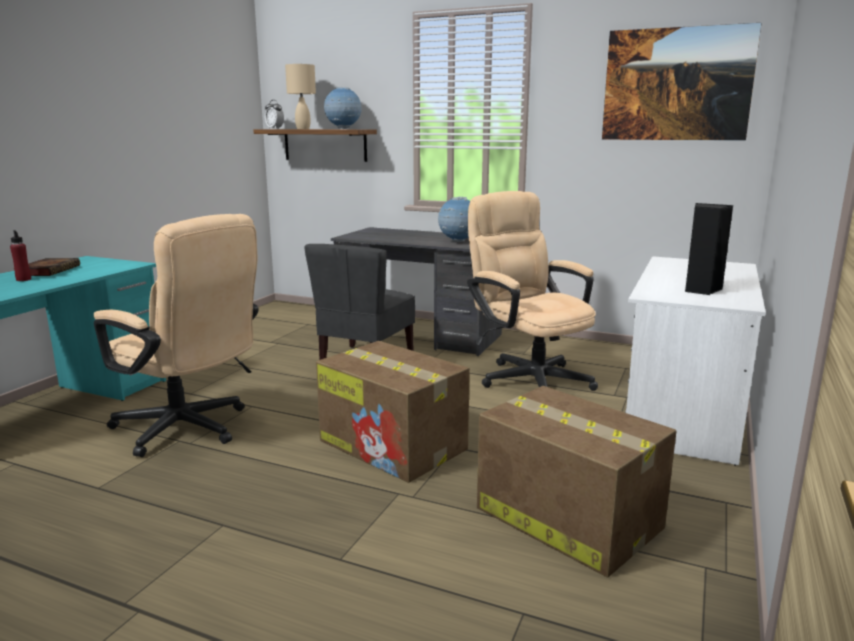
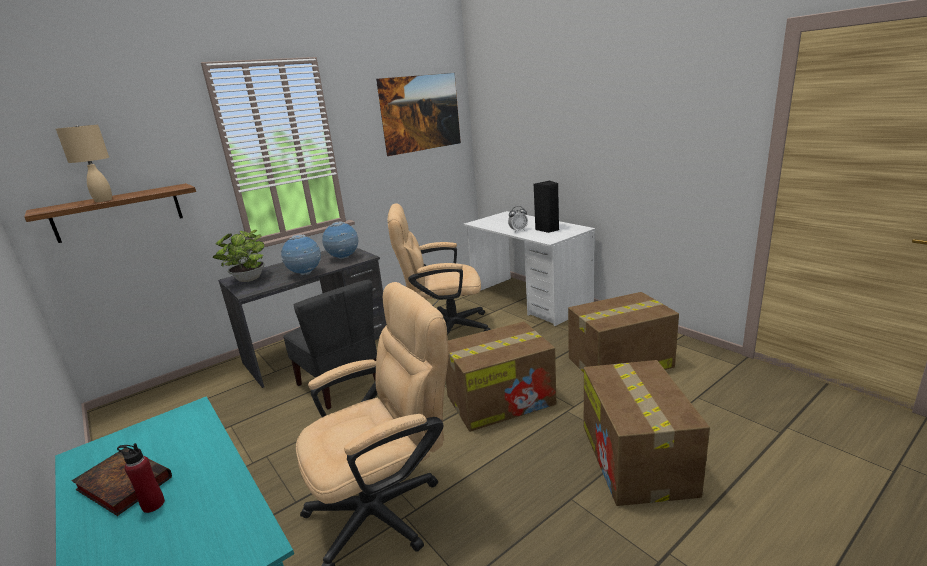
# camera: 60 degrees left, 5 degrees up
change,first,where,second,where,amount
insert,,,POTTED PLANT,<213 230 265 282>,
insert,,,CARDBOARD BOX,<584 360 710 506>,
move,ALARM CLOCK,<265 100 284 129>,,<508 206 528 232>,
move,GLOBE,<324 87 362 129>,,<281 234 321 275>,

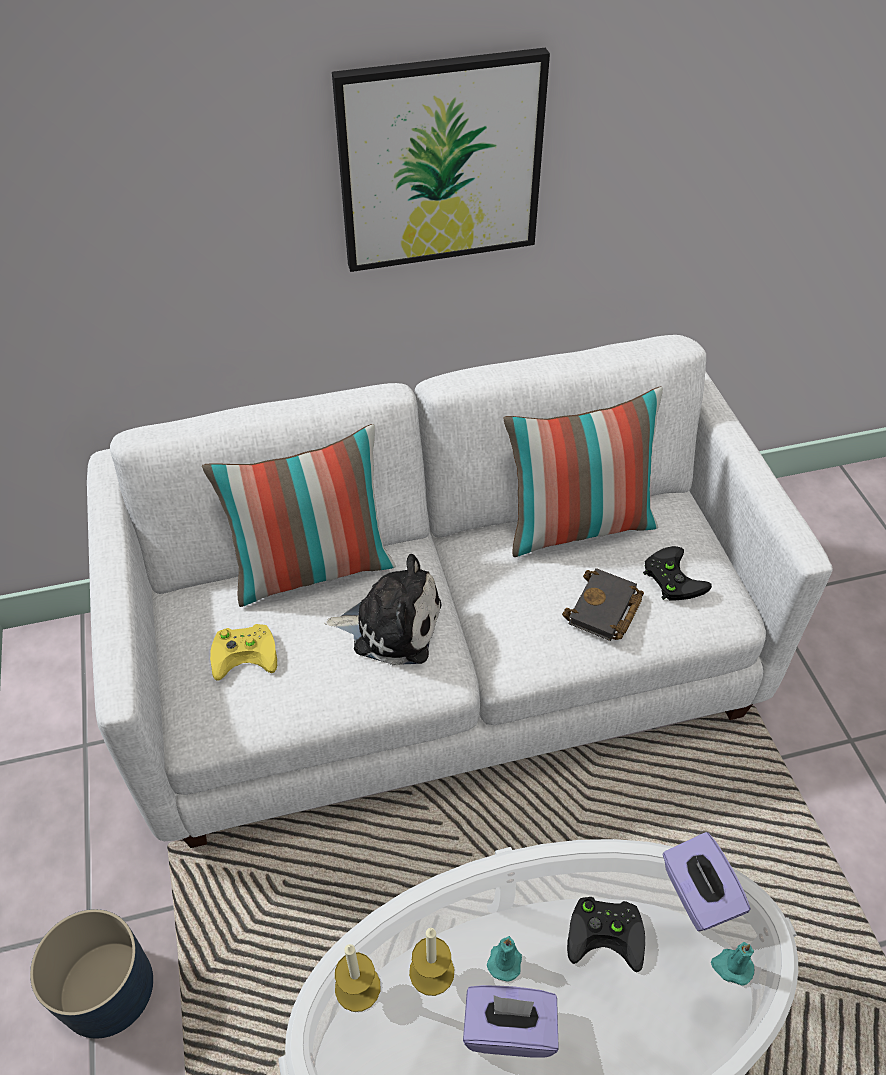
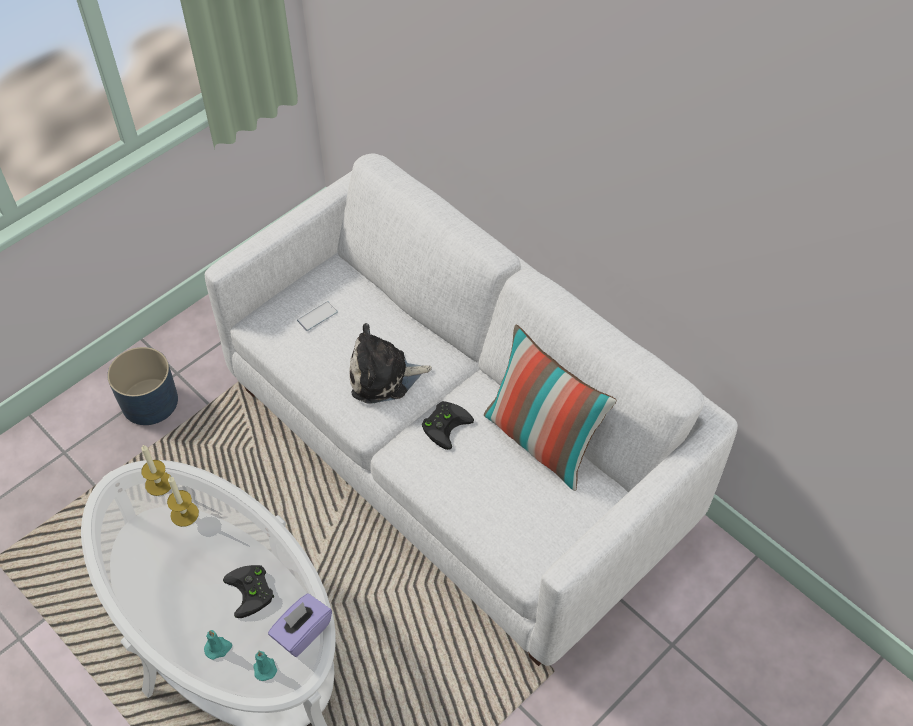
# camera: 60 degrees right, 5 degrees up
change,first,where,second,where,amount
delete,PILLOW,<202 424 396 607>,,,
delete,PICTURE,<332 48 550 272>,,,
delete,PURPLE TISSUE BOX,<463 985 559 1058>,,,
delete,BLACK BOOK,<562 568 644 641>,,,
move,TURQUOISE CANDLE,<487 936 522 982>,,<204 630 232 660>,
move,BLACK GAME CONTROLLER,<643 546 712 601>,,<422 401 474 450>,
replace,YELLOW GAME CONTROLLER,<210 624 277 681>,PHONE,<297 301 337 331>,
rotate,PLUSH TOY,<324 554 442 665>,,<349 323 432 404>,105 degrees clockwise

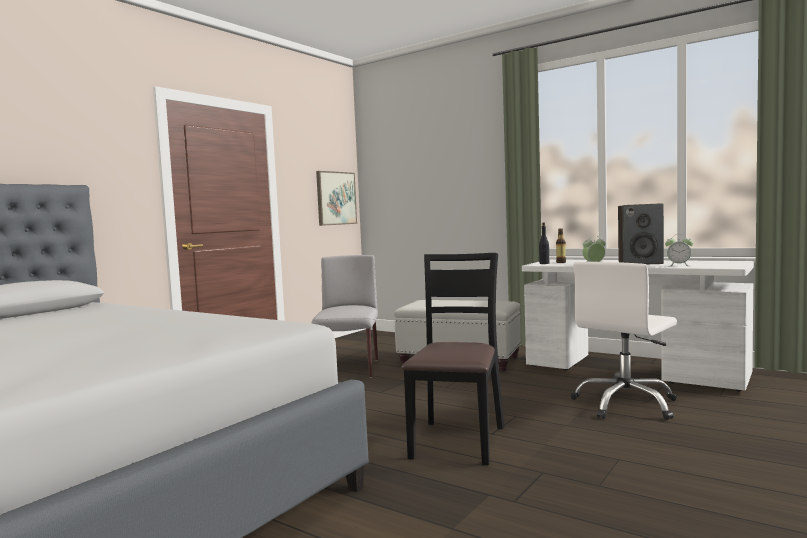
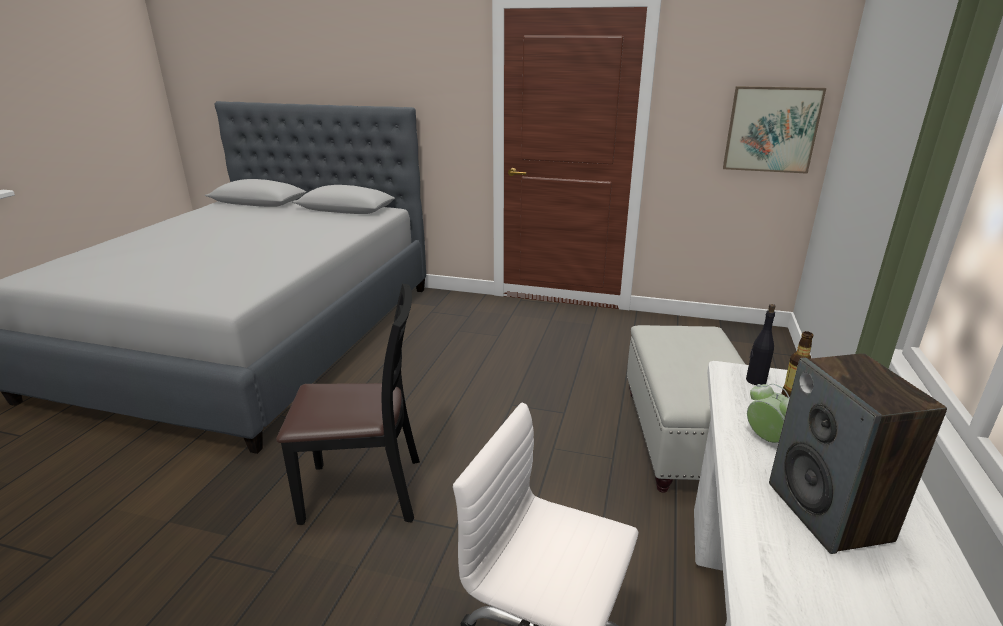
# camera: 70 degrees right, 20 degrees up
change,first,where,second,where,amount
delete,GREY CHAIR,<311 255 378 378>,,,
delete,ALARM CLOCK,<665 234 693 266>,,,

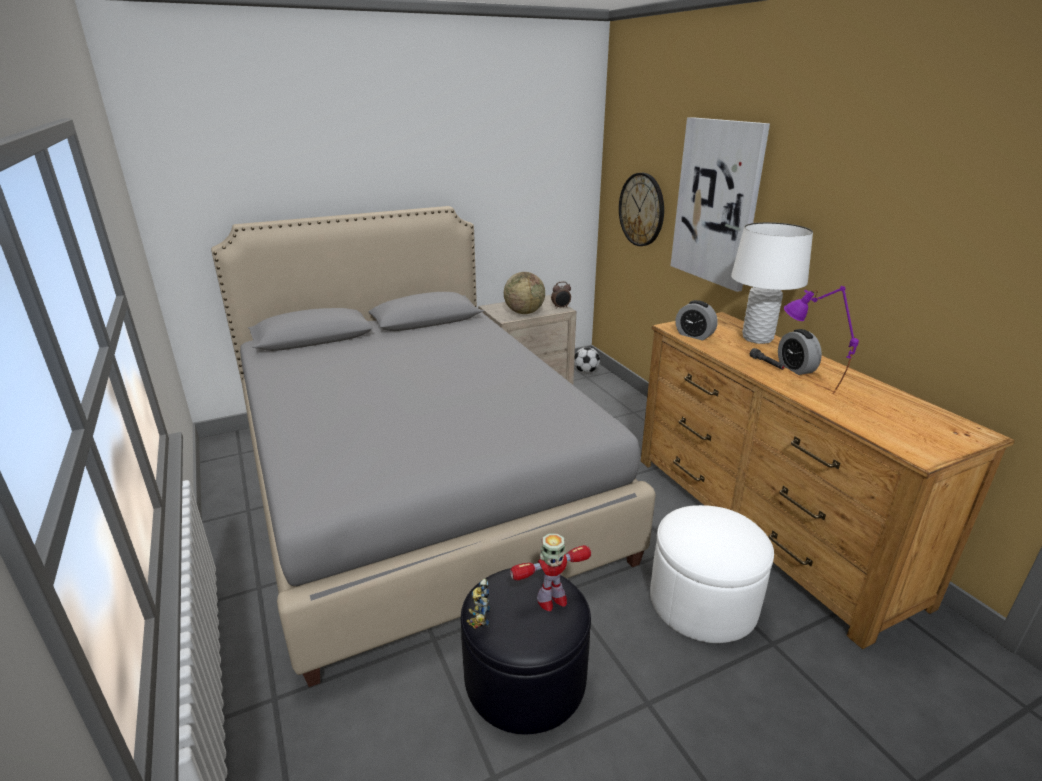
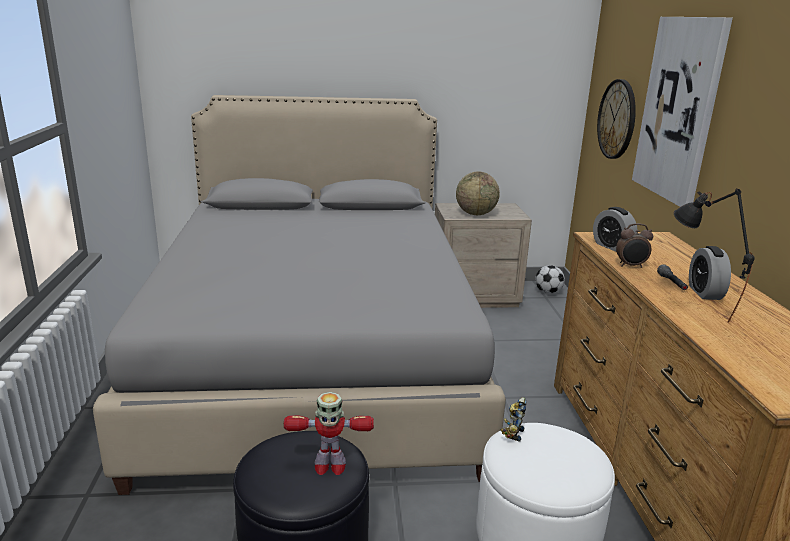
# camera: 20 degrees right, 5 degrees down
change,first,where,second,where,amount
delete,WHITE TABLE LAMP,<731 222 813 344>,,,
move,TOY ROBOT,<467 578 490 629>,,<501 397 527 442>,
move,ALARM CLOCK,<551 281 571 309>,,<616 223 653 268>,
recolor,PURPLE TABLE LAMP,<784 286 859 394>,BLACK TABLE LAMP,<674 188 755 323>,

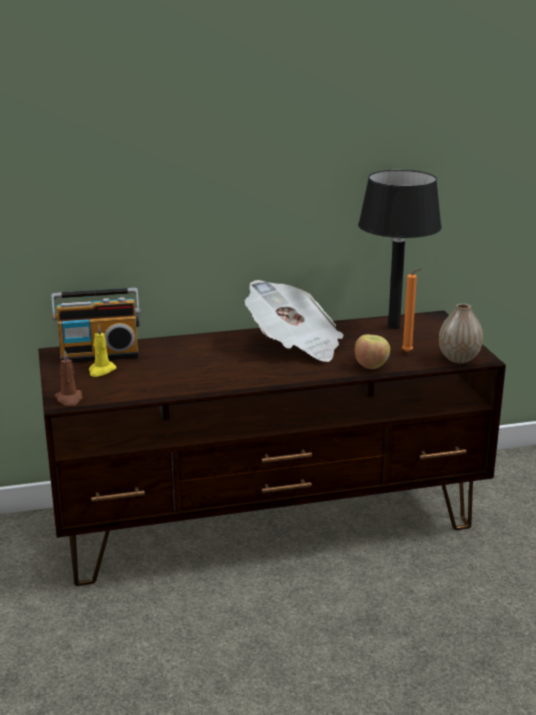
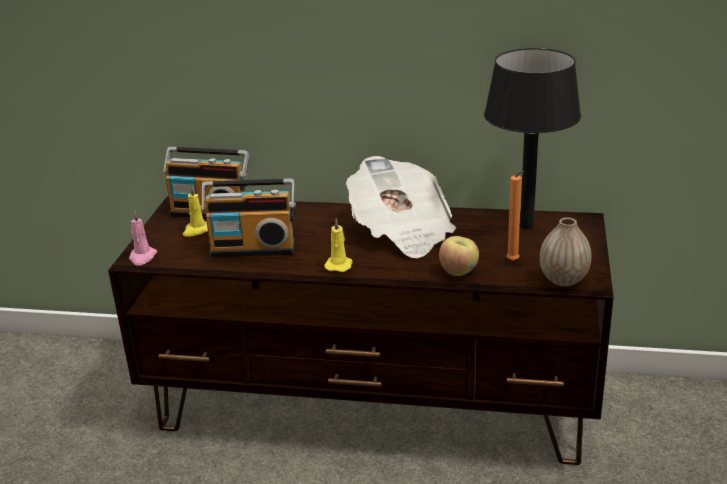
# camera: 25 degrees right, 5 degrees up
change,first,where,second,where,amount
insert,,,RADIO,<201 178 296 257>,
insert,,,YELLOW CANDLE,<324 218 353 272>,
recolor,BROWN CANDLE,<55 351 83 406>,PINK CANDLE,<129 210 157 265>,

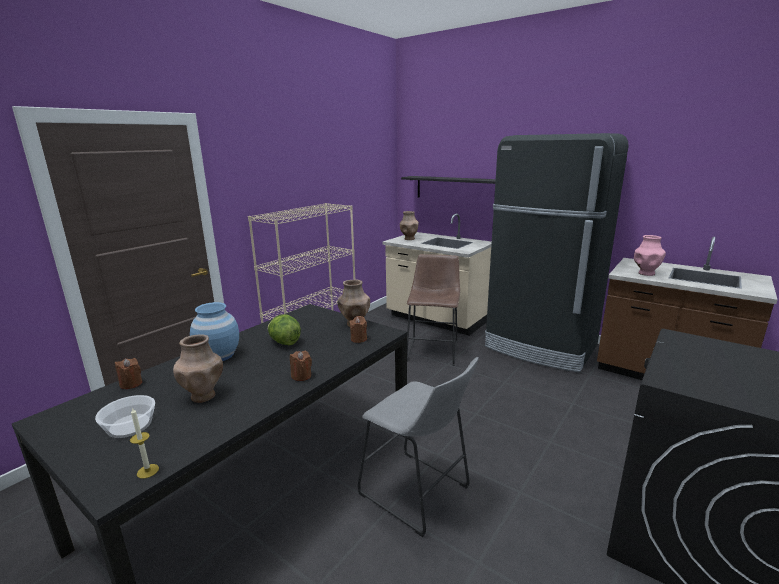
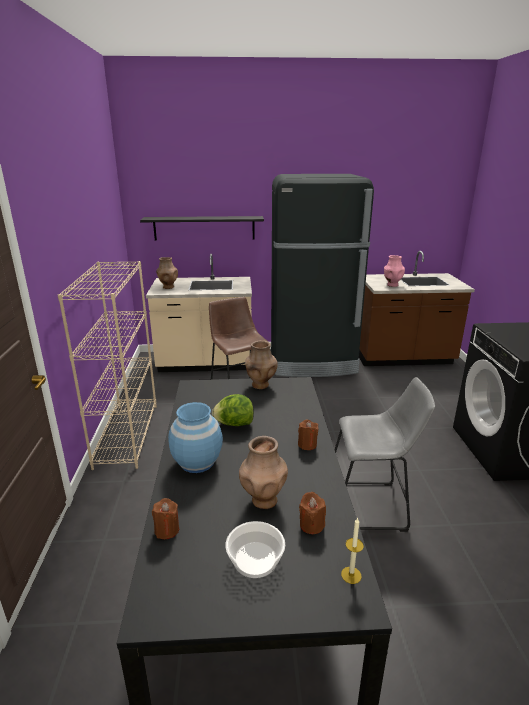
# camera: 40 degrees left, 5 degrees up
change,first,where,second,where,amount
move,BROWN CANDLE,<350 316 367 343>,,<299 492 326 534>,

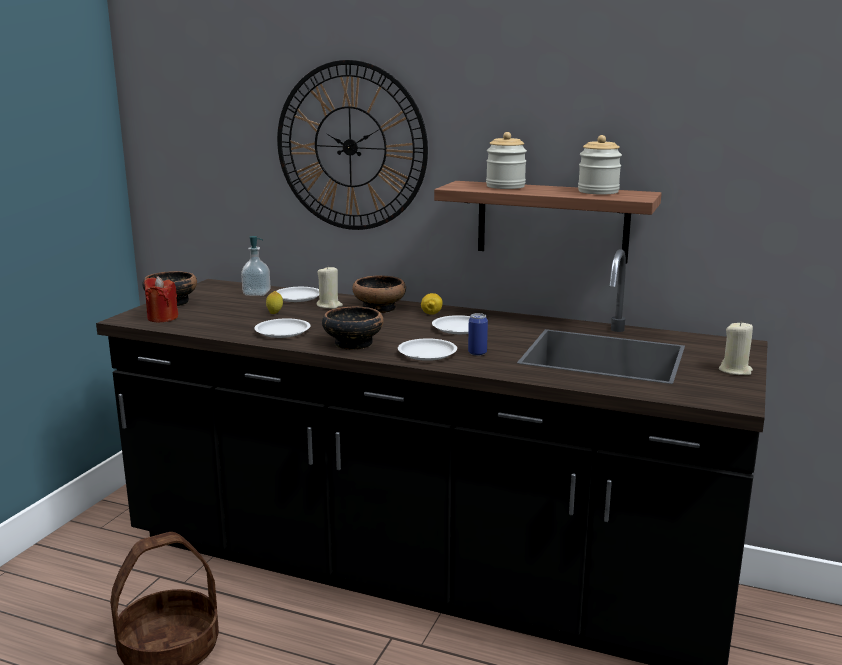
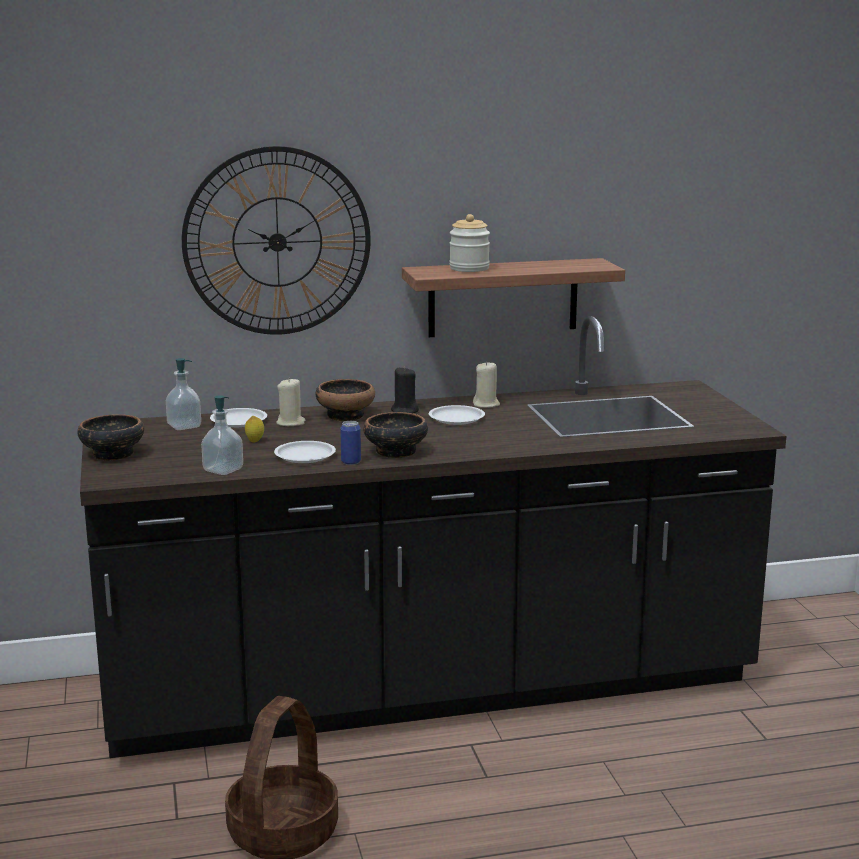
# camera: 35 degrees left, 0 degrees up
change,first,where,second,where,amount
delete,RED CANDLE,<144 276 178 323>,,,
delete,WHITE PLATE,<398 338 457 361>,,,
delete,JAR,<578 135 622 195>,,,
insert,,,SOAP DISPENSER,<201 395 243 475>,
move,CAN,<468 313 488 356>,,<340 421 361 465>,
move,BEIGE CANDLE,<719 321 753 375>,,<473 361 500 408>,
replace,LEMON,<421 293 443 315>,BLACK CANDLE,<391 366 419 413>,

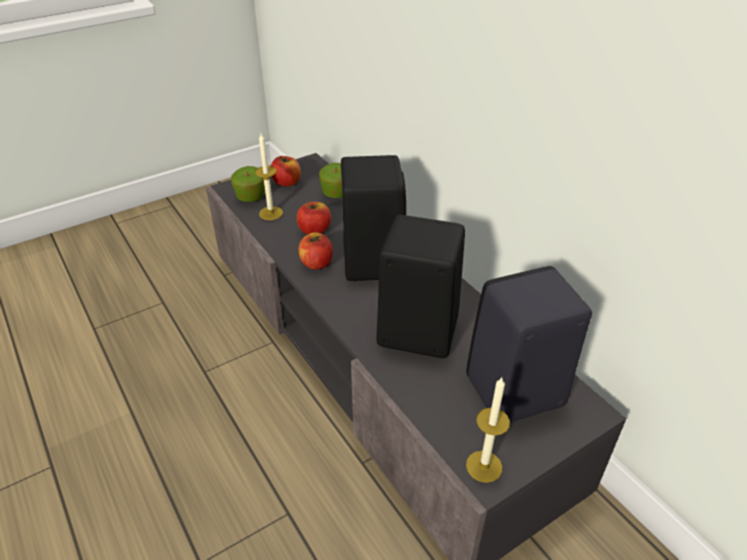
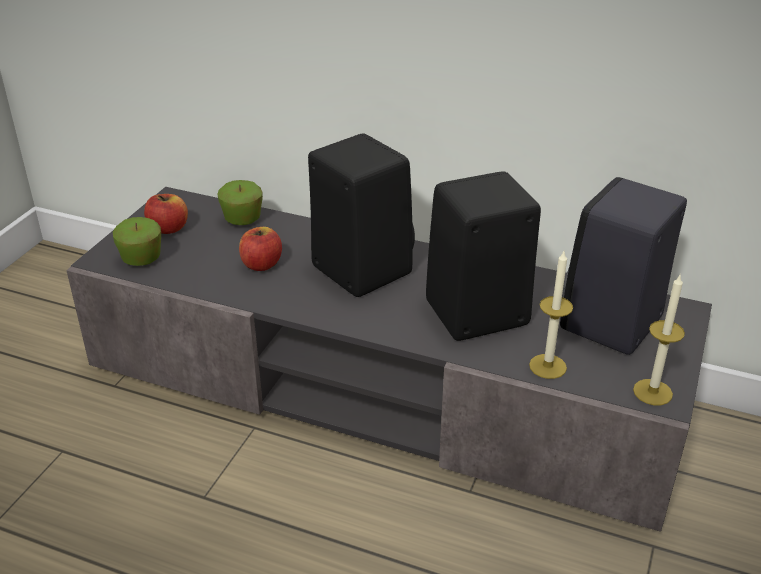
# camera: 35 degrees left, 5 degrees down
change,first,where,second,where,amount
delete,APPLE,<299 232 333 270>,,,
move,CANDLE,<255 134 283 220>,,<529 251 573 379>,

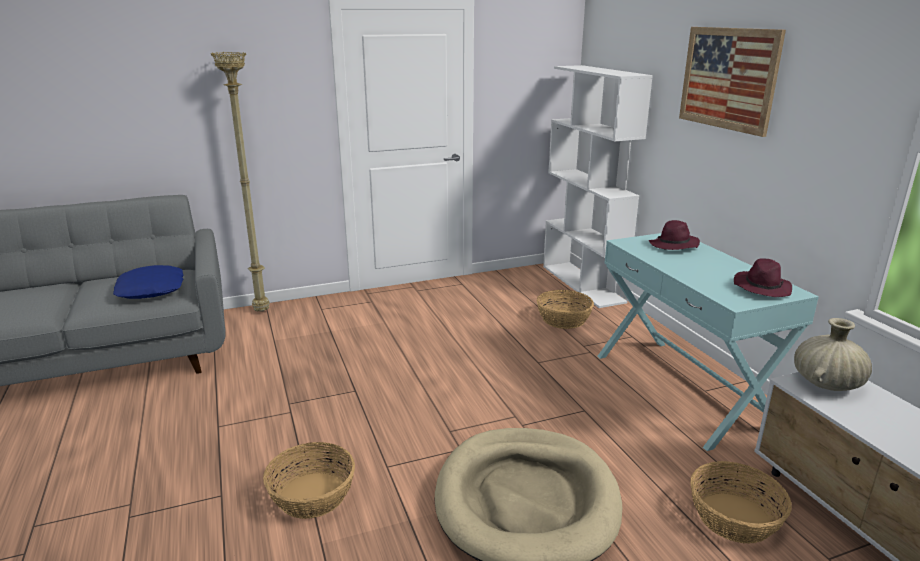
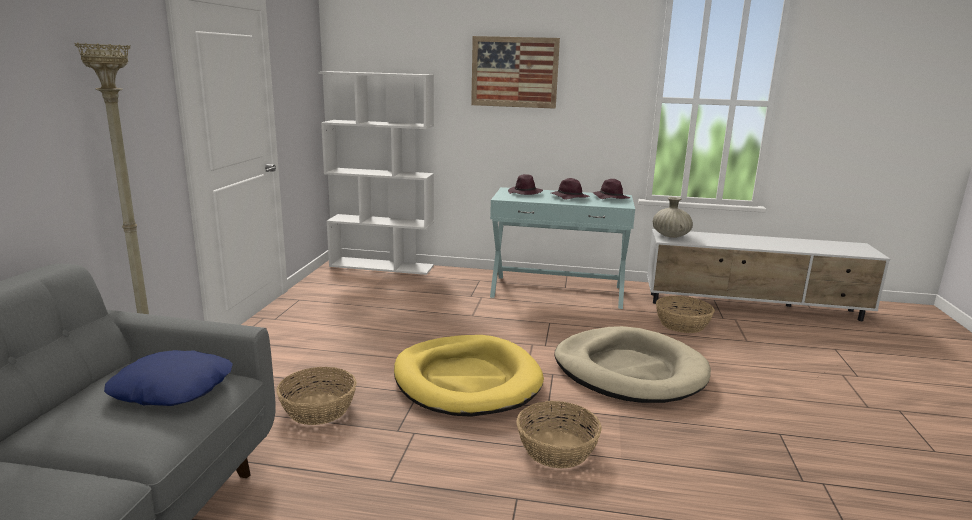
# camera: 60 degrees left, 5 degrees down
change,first,where,second,where,amount
insert,,,YELLOW DOG BED,<394 335 544 417>,
insert,,,PURPLE HAT,<551 178 590 200>,
move,BASKET,<537 290 594 329>,,<276 367 357 425>,

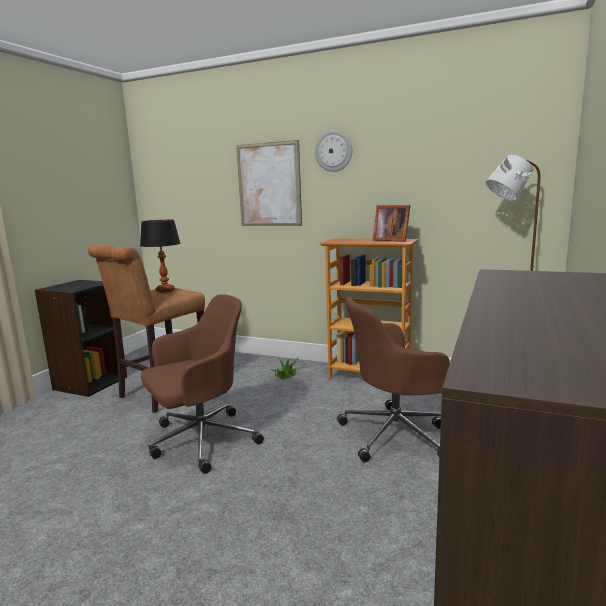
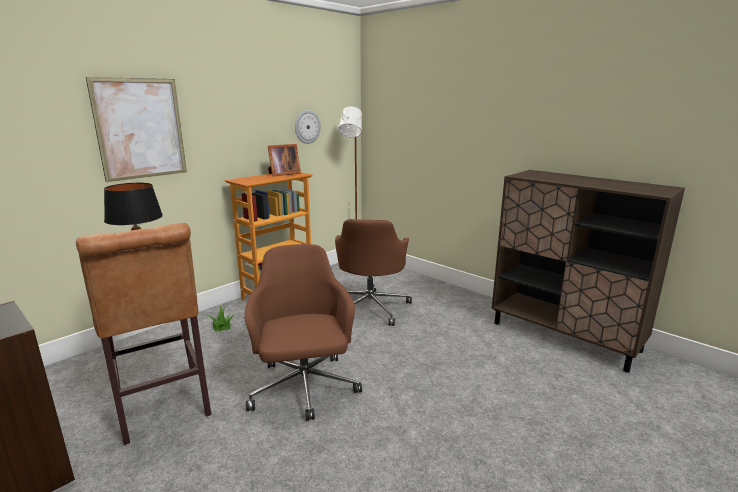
# camera: 70 degrees left, 5 degrees up
change,first,where,second,where,amount
move,WALL CLOCK,<315 130 353 172>,,<295 110 321 144>,

